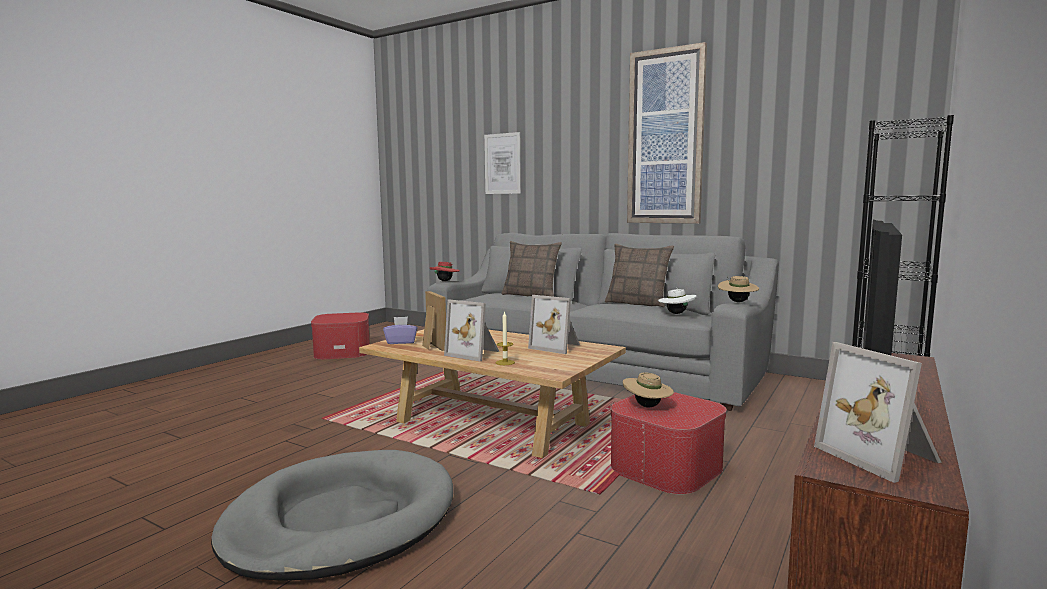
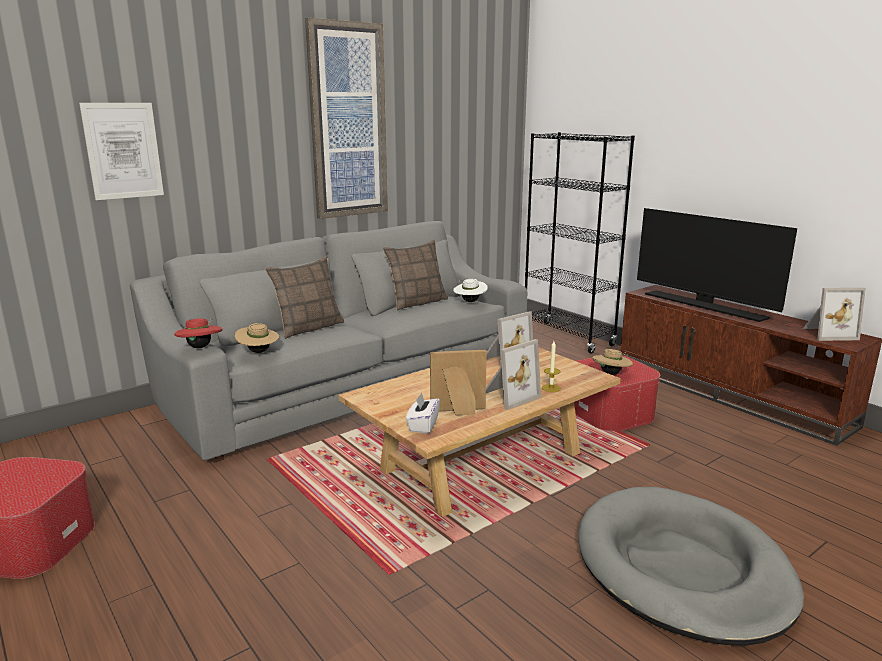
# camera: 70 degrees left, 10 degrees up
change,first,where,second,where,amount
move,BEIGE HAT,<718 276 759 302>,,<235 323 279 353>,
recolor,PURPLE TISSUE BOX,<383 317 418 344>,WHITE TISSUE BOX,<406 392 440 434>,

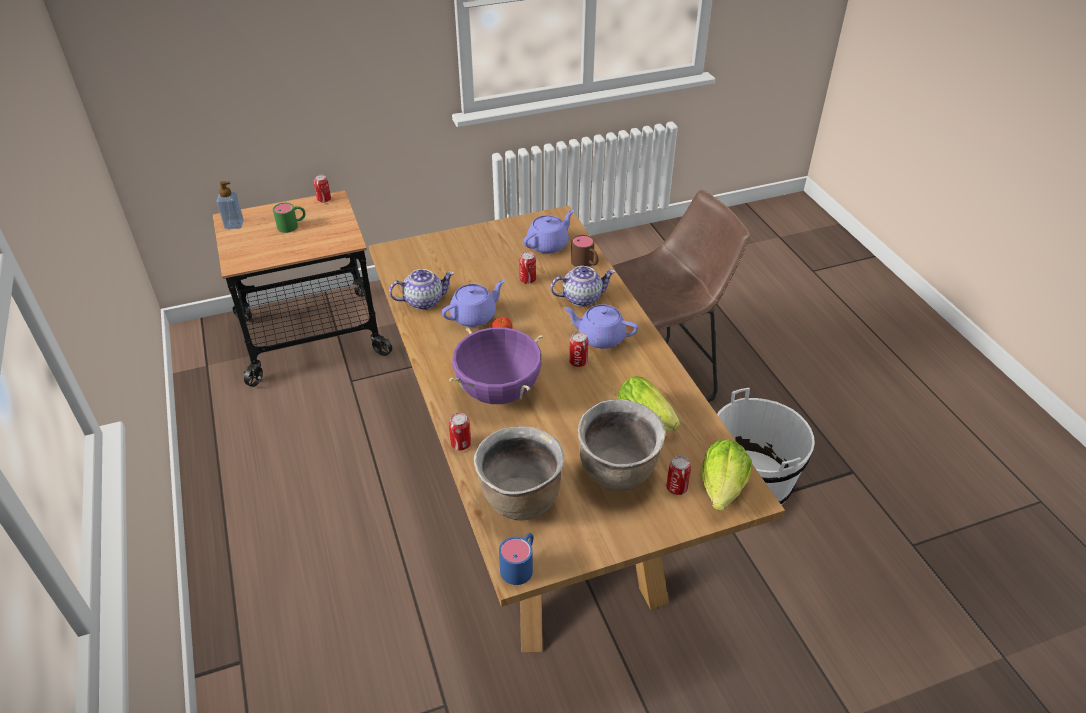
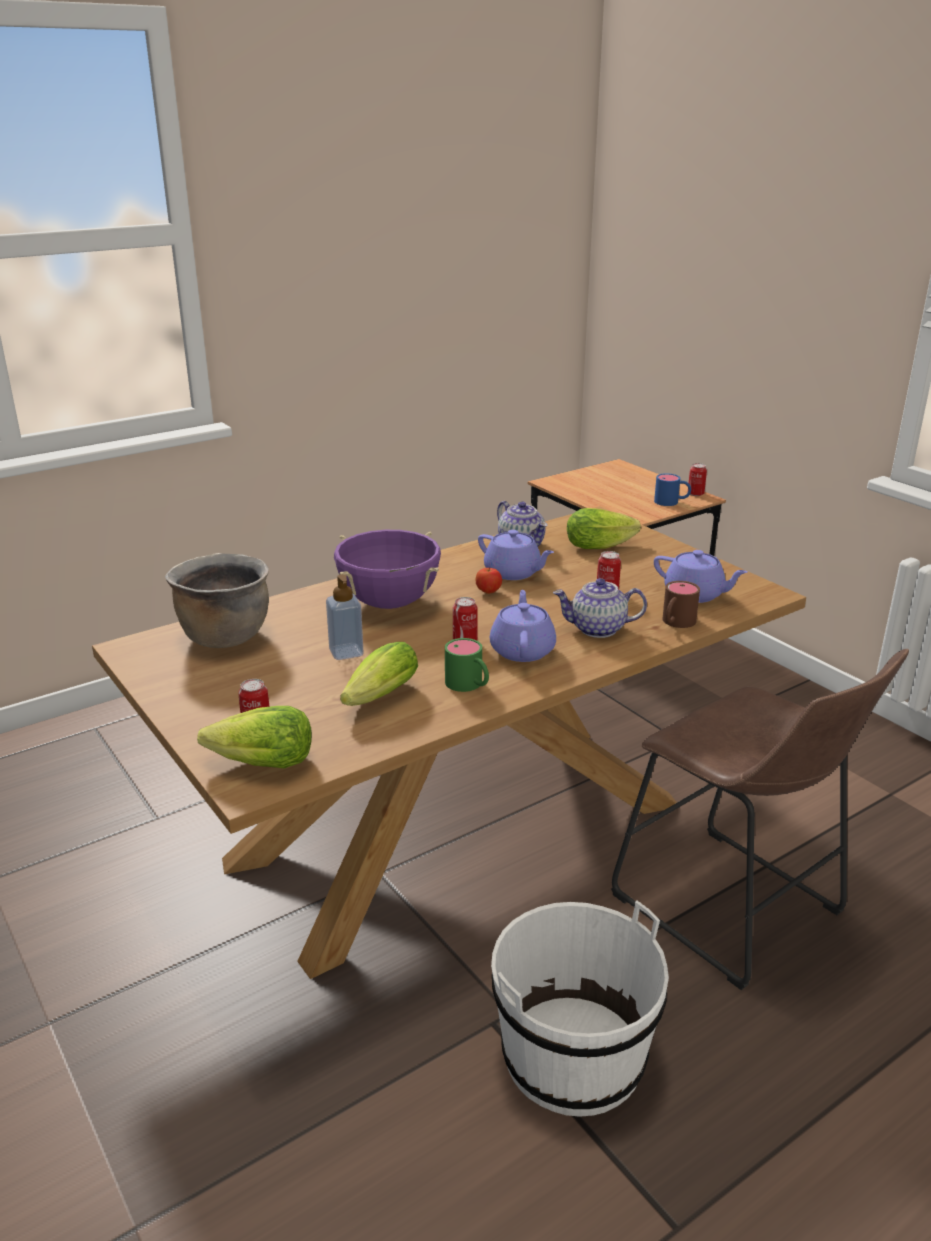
# camera: 75 degrees right, 15 degrees down
change,first,where,second,where,amount
delete,CAN,<449 413 471 450>,,,
delete,BROWN COOKING POT,<578 399 665 491>,,,
insert,,,LETTUCE,<567 508 641 549>,
move,SOAP DISPENSER,<217 181 244 229>,,<326 574 364 660>,
move,GREEN MUG,<273 203 305 233>,,<445 638 489 692>,
move,BLUE MUG,<499 533 533 585>,,<654 473 691 506>,
rotate,TEAPOT,<550 266 615 307>,,<553 578 647 638>,120 degrees clockwise

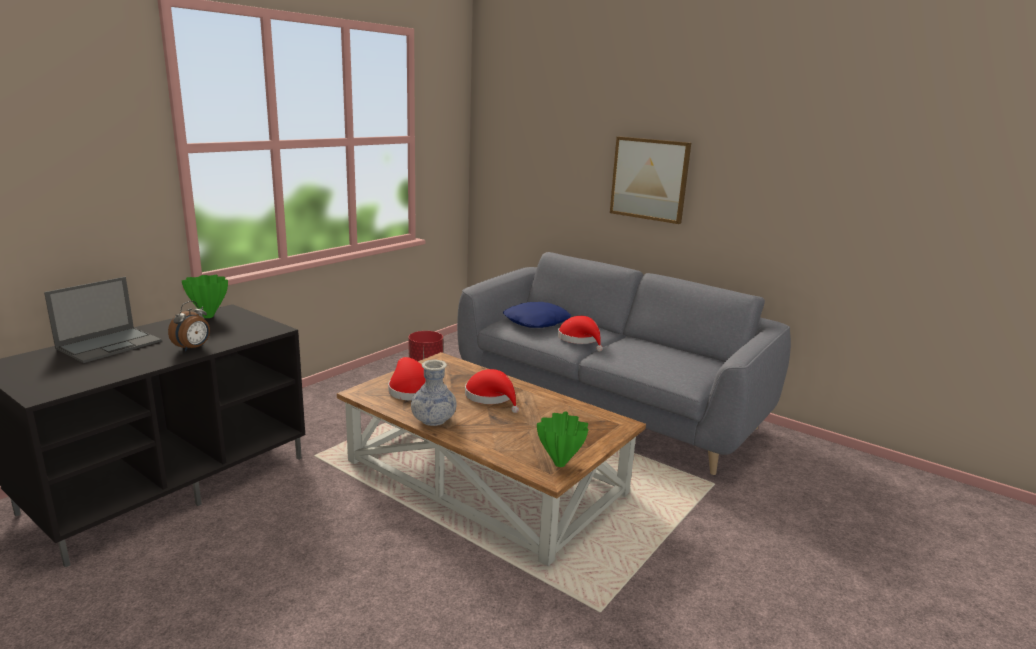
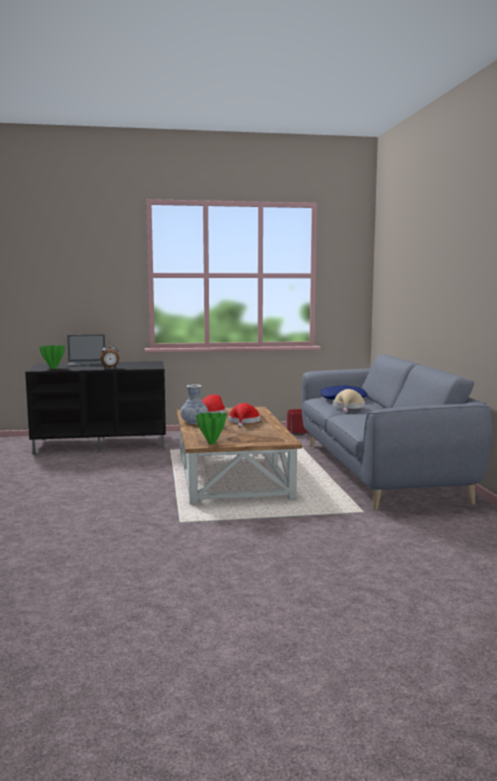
# camera: 45 degrees right, 10 degrees down
change,first,where,second,where,amount
delete,PICTURE,<610 136 691 224>,,,
move,GREEN VASE,<182 275 228 318>,,<39 345 65 369>,
recolor,RED HAT,<558 316 603 351>,BEIGE HAT,<333 389 365 413>,

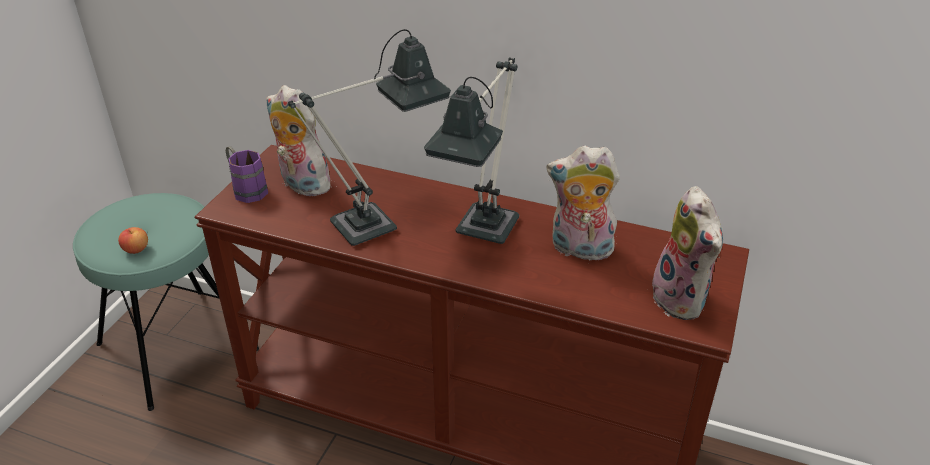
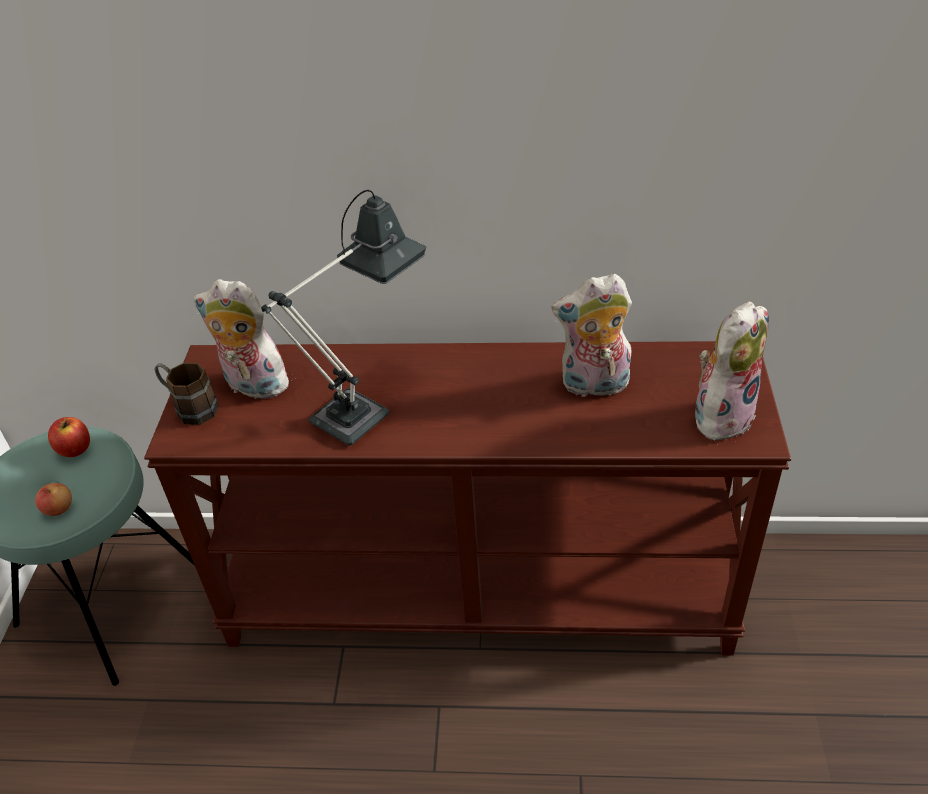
# camera: 15 degrees left, 5 degrees up
change,first,where,second,where,amount
delete,TABLE LAMP,<424 57 519 244>,,,
insert,,,APPLE,<48 417 90 457>,
recolor,PURPLE MUG,<226 146 268 203>,BROWN MUG,<155 363 219 425>,
rotate,PLUSH TOY,<649 186 723 320>,,<695 301 769 445>,105 degrees counterclockwise

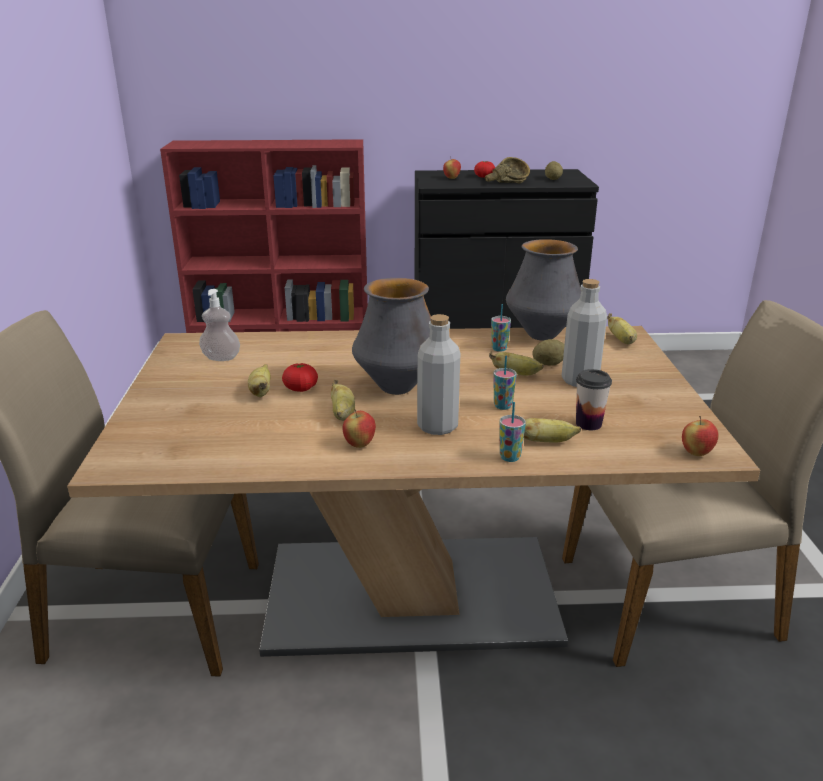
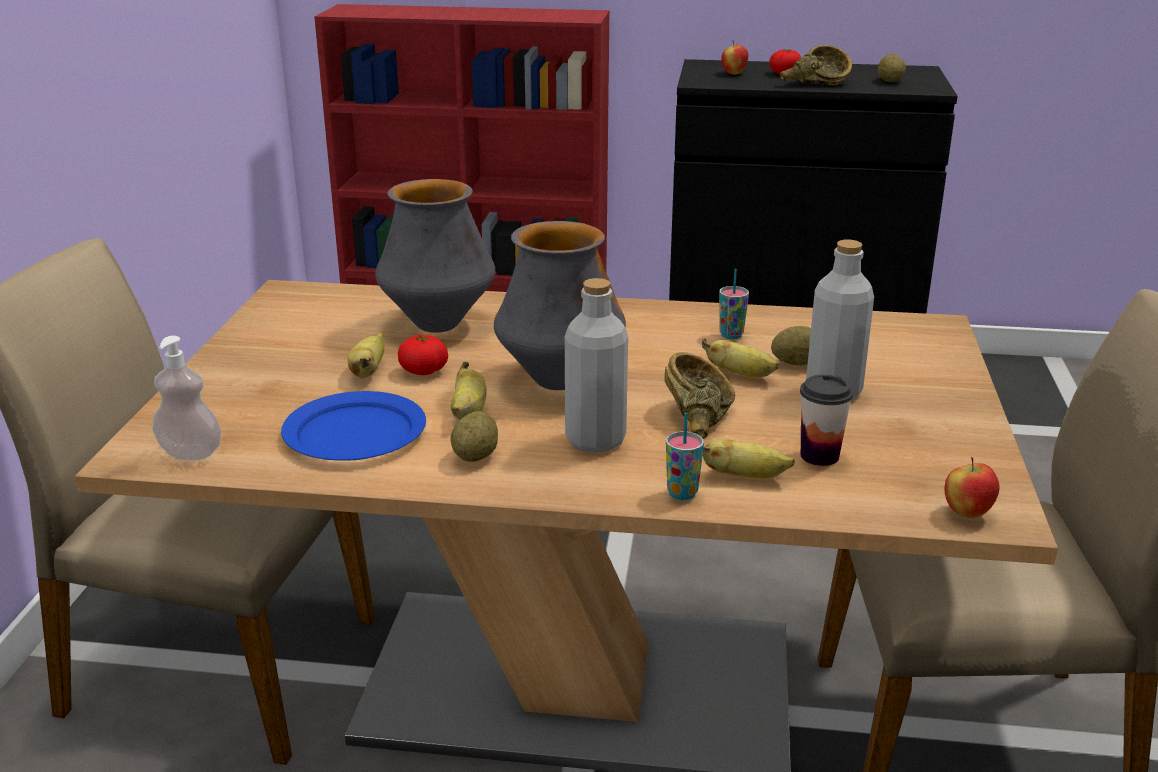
# camera: 10 degrees right, 0 degrees up
change,first,where,second,where,amount
delete,BANANA,<607 313 637 344>,,,
insert,,,BLUE PLATE,<281 391 426 461>,
move,SOAP DISPENSER,<199 289 240 361>,,<153 336 221 461>,
move,VASE,<506 239 581 341>,,<375 179 495 333>,
replace,APPLE,<343 409 376 448>,POTATO,<450 411 498 462>,
replace,CUP,<493 355 517 410>,BROWN BOWL,<664 352 735 439>,

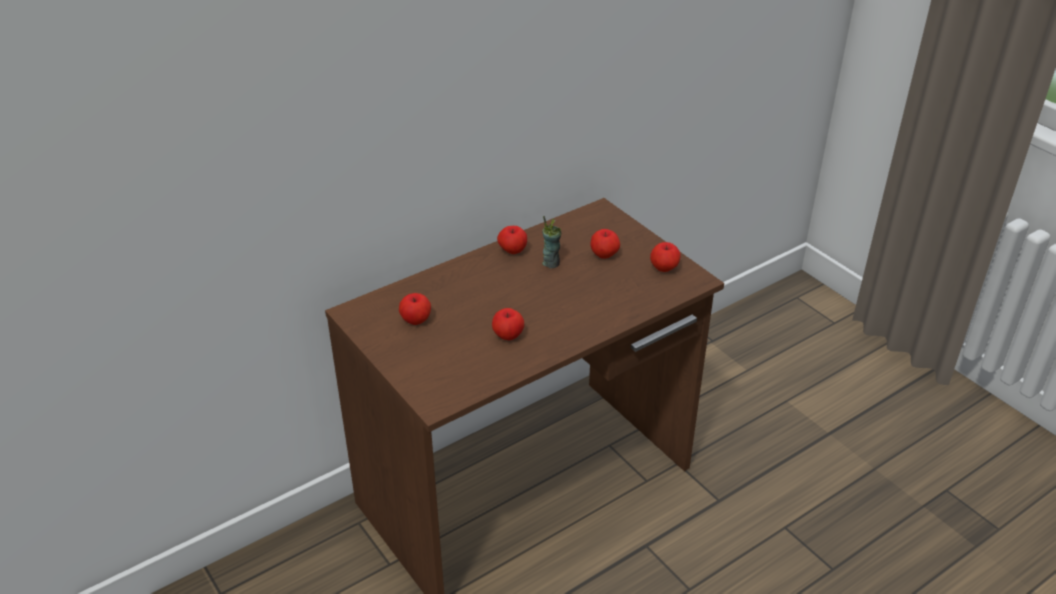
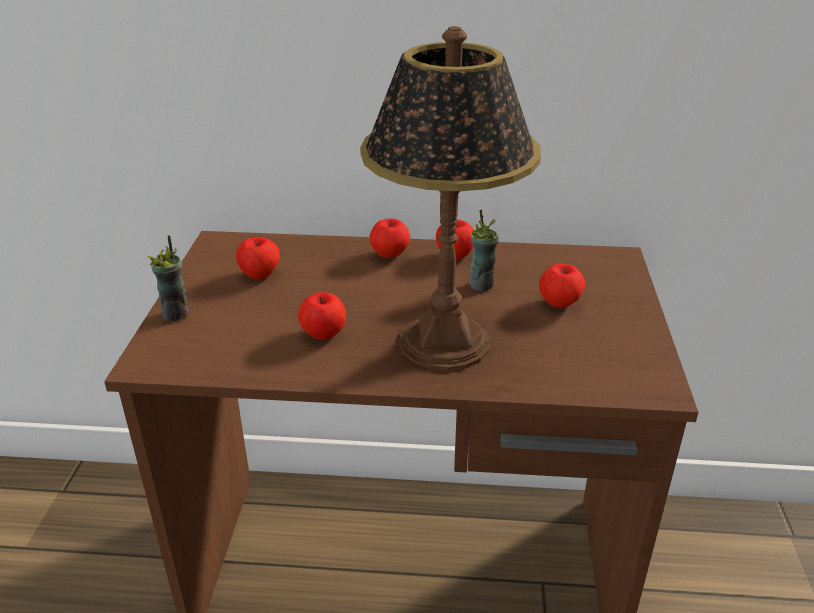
# camera: 40 degrees right, 5 degrees down
change,first,where,second,where,amount
insert,,,CUP,<147 235 189 321>,
insert,,,TABLE LAMP,<360 26 541 371>,
move,APPLE,<650 242 681 272>,,<369 218 410 258>,

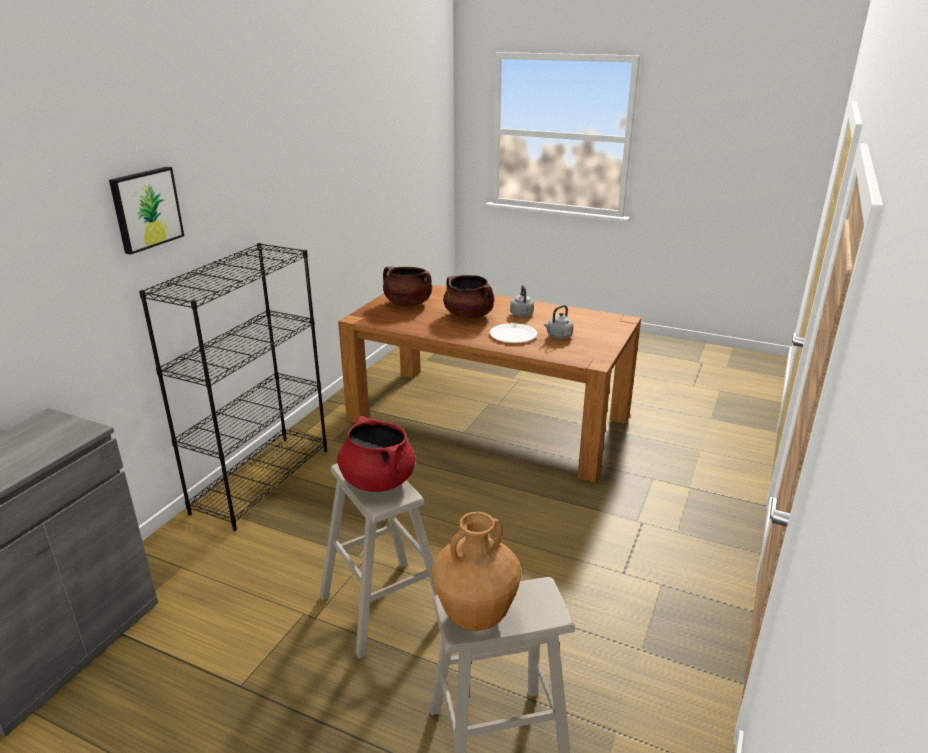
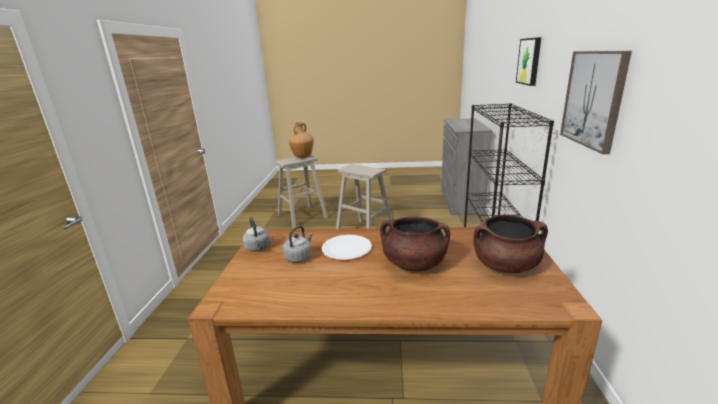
# camera: 160 degrees right, 5 degrees down
change,first,where,second,where,amount
delete,RED COOKING POT,<337 416 416 492>,,,
insert,,,PICTURE,<560 51 632 154>,
move,GREY KETTLE,<510 285 534 317>,,<243 217 271 251>,

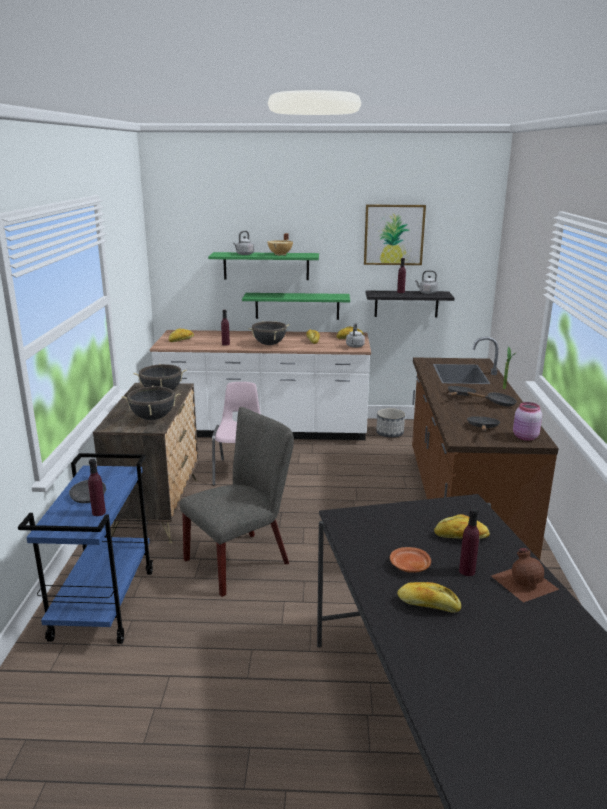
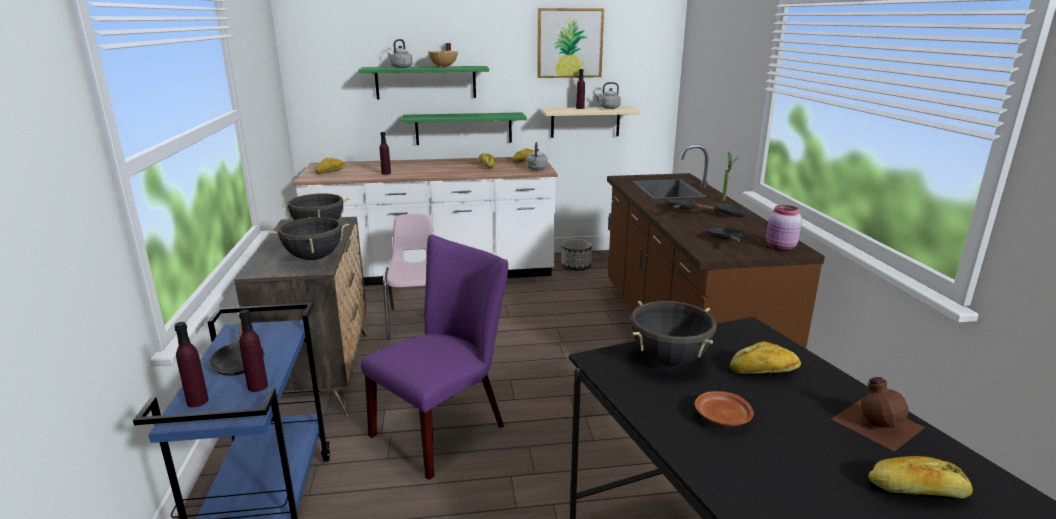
# camera: 10 degrees left, 0 degrees up
change,first,where,second,where,amount
move,BLACK COOKING POT,<248 321 290 345>,,<630 301 716 365>,
move,BREAD,<397 582 461 612>,,<868 456 973 498>,
move,PURPLE BOTTLE,<459 508 479 576>,,<174 322 209 407>,
recolor,GREY CHAIR,<179 407 294 597>,PURPLE CHAIR,<361 235 508 480>,
recolor,BLACK SHELF,<366 291 454 318>,BEIGE SHELF,<540 106 641 138>,

